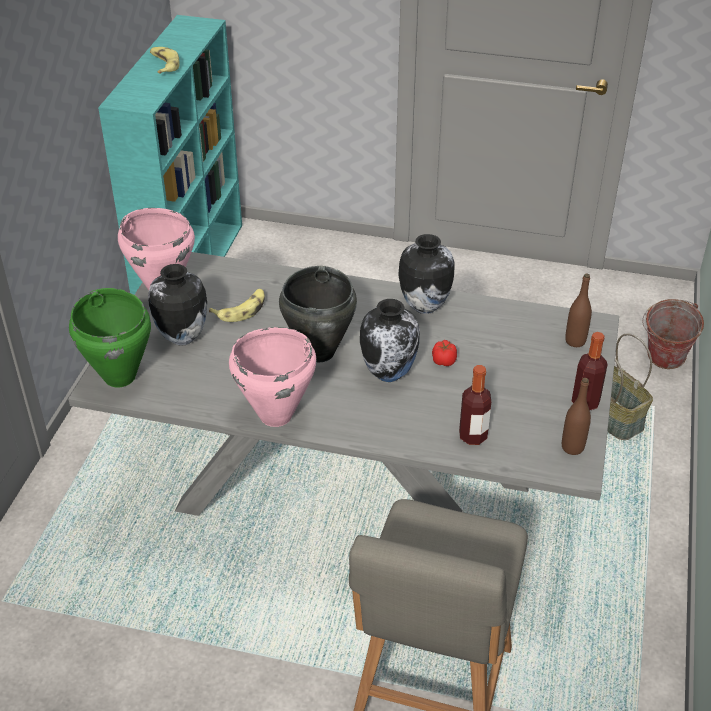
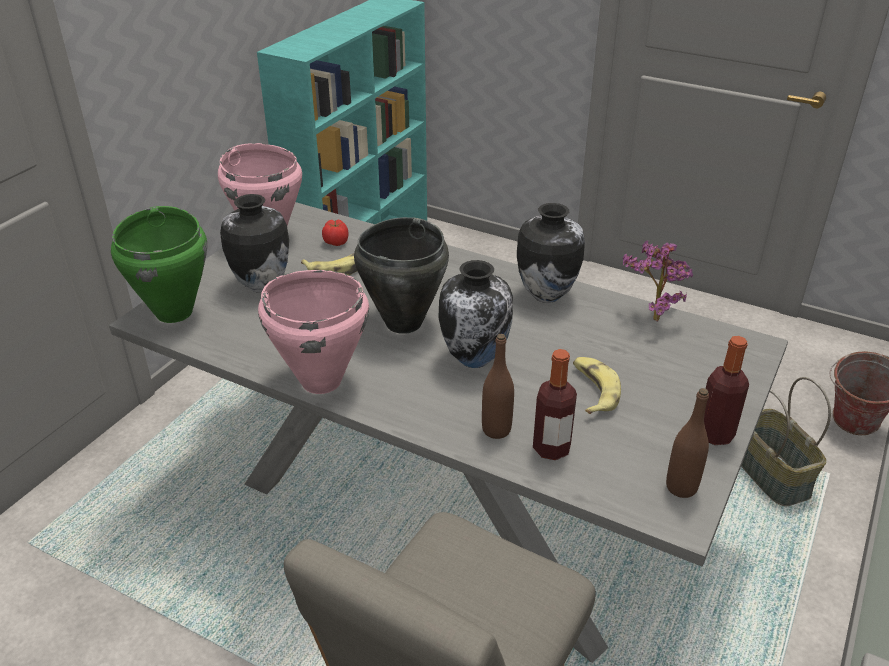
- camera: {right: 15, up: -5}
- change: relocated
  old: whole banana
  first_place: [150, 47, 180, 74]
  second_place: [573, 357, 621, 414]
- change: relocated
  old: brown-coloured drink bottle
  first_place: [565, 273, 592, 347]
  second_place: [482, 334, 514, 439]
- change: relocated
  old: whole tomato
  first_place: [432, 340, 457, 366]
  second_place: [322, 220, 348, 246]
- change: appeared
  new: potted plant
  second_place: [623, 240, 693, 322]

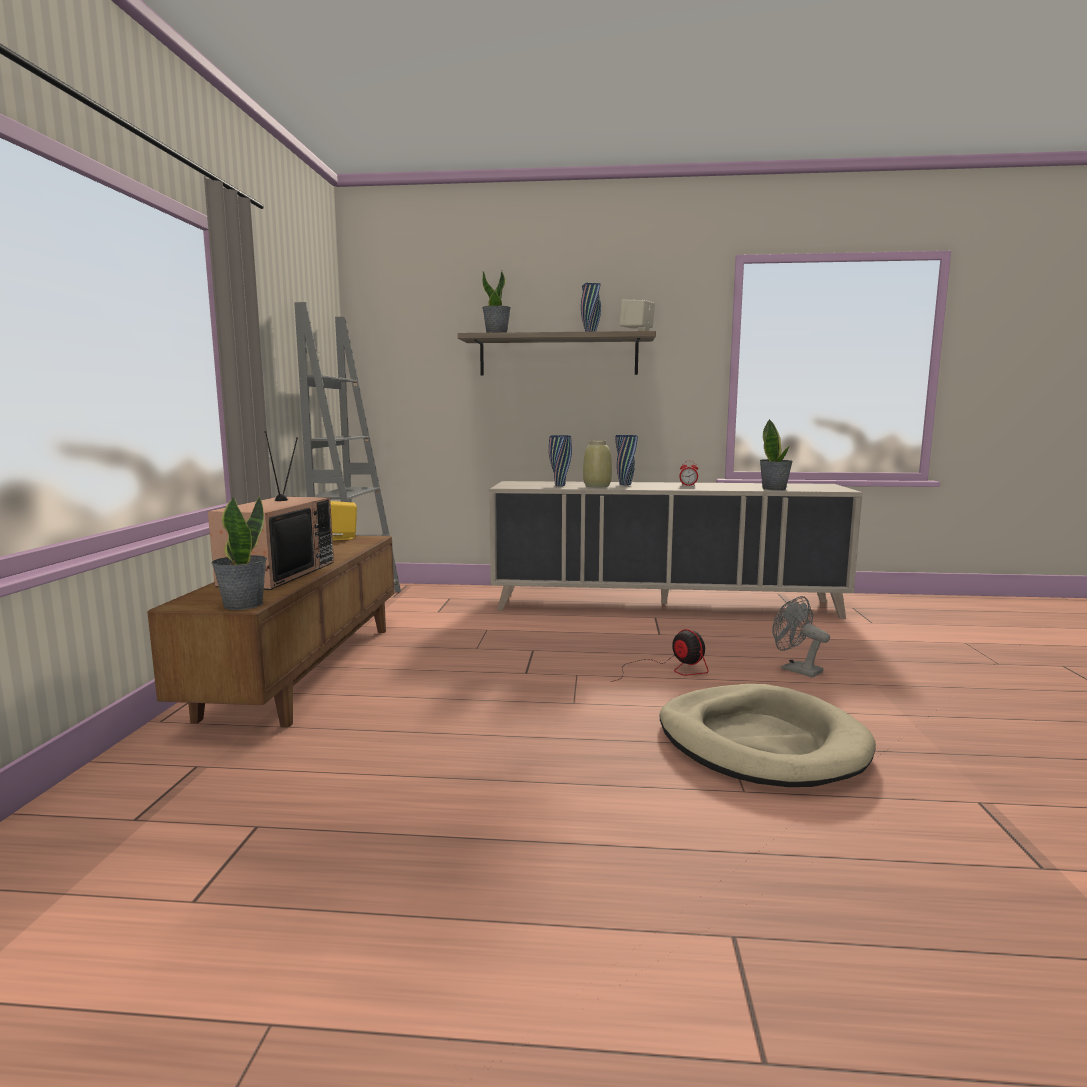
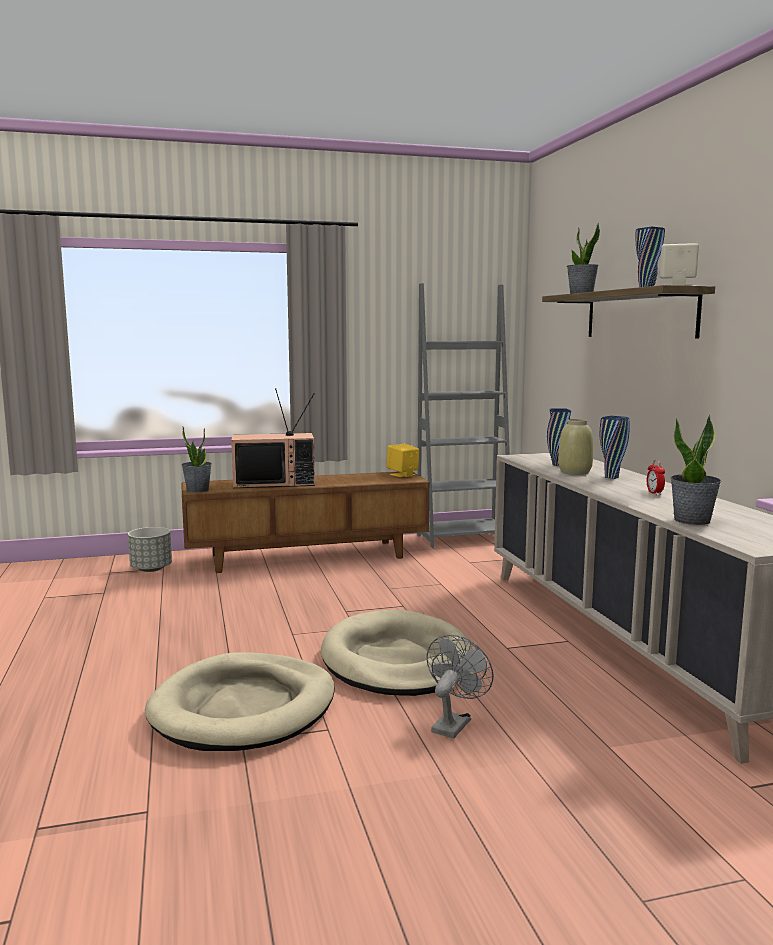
- camera: {right: 70, up: 0}
- change: exchanged
  old: fan
  new: beige dog cushion
  first_place: [611, 629, 709, 682]
  second_place: [321, 609, 472, 696]
- change: appeared
  new: gray plant pot
  second_place: [128, 527, 172, 572]

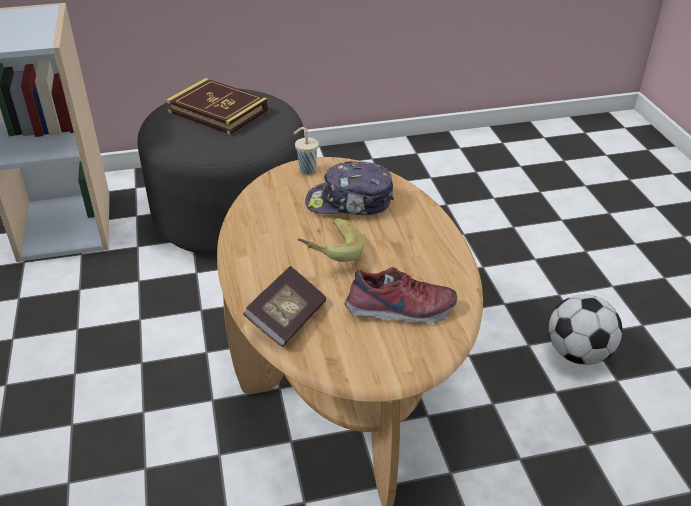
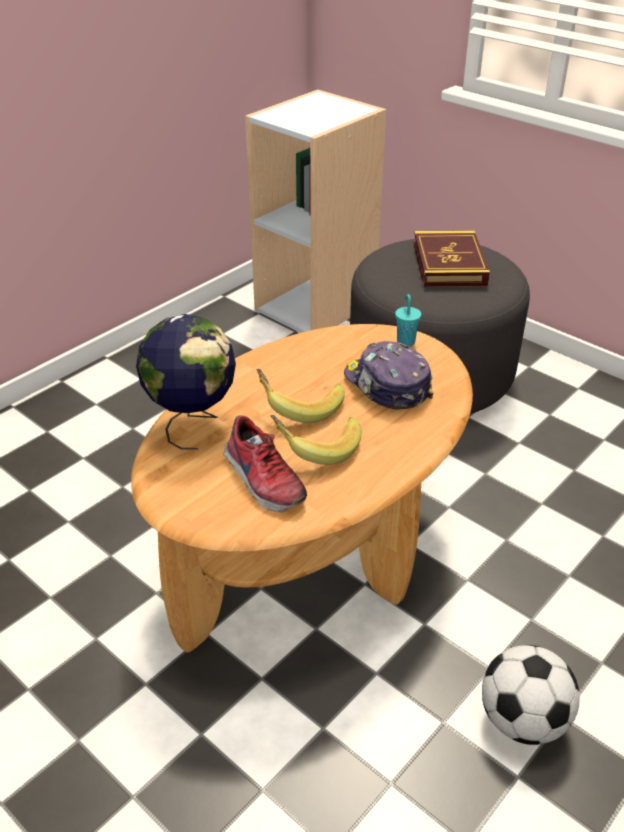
- camera: {right: 55, up: 0}
- change: colour
  old: beige drinking cup
  new: turquoise drinking cup
  first_place: [294, 127, 319, 174]
  second_place: [395, 294, 421, 347]
- change: exchanged
  old: bound book
  new: desk globe
  first_place: [243, 266, 326, 347]
  second_place: [136, 314, 236, 449]
- change: appeared
  new: whole banana
  second_place: [271, 415, 362, 465]

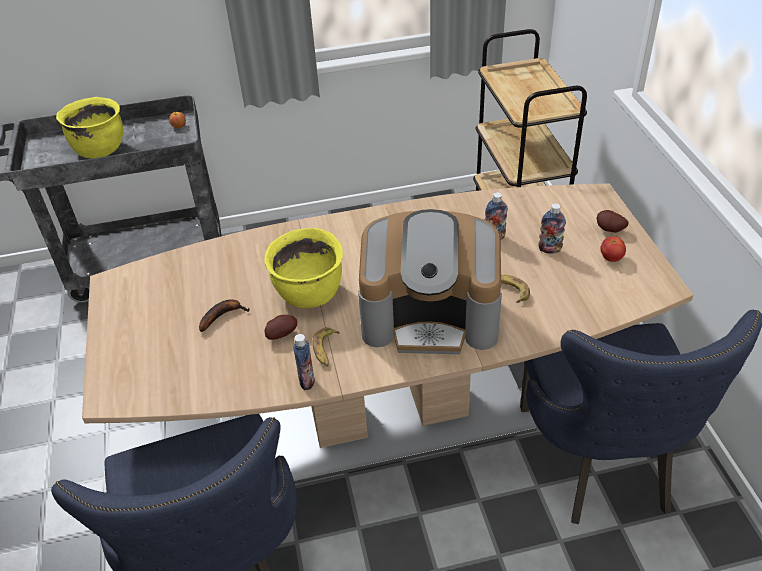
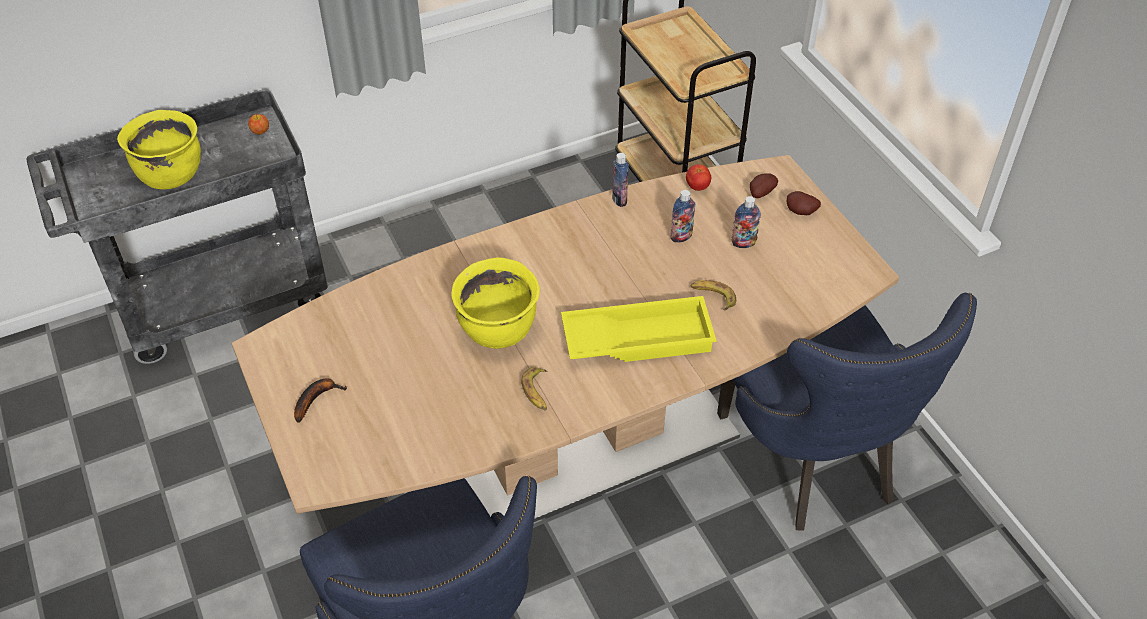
- camera: {right: -15, up: 5}
- change: exchanged
  old: coffee machine
  new: yellow tray
  first_place: [358, 209, 502, 354]
  second_place: [561, 296, 717, 362]
- change: relocated
  old: whole tomato
  first_place: [600, 236, 626, 262]
  second_place: [686, 164, 711, 191]
- change: relocated
  old: whole banana
  first_place: [199, 299, 250, 332]
  second_place: [294, 378, 348, 423]
- change: relocated
  old: whole potato
  first_place: [264, 315, 297, 340]
  second_place: [750, 173, 778, 198]
- change: relocated
  old: drink bottle
  first_place: [293, 334, 315, 390]
  second_place: [612, 153, 629, 207]

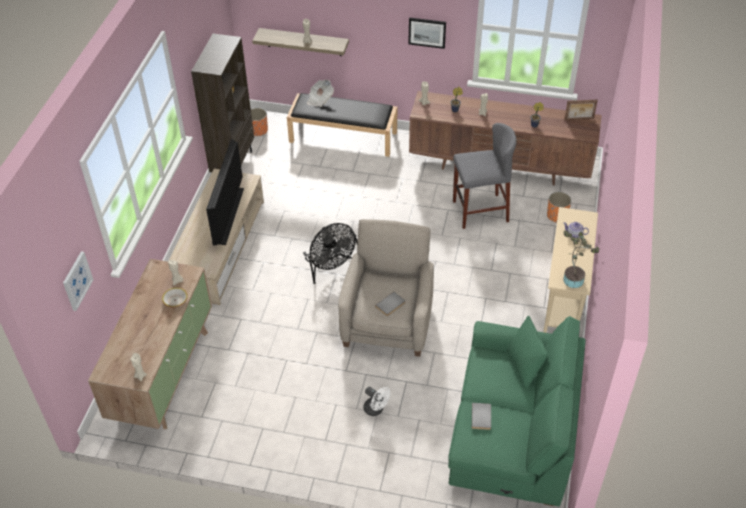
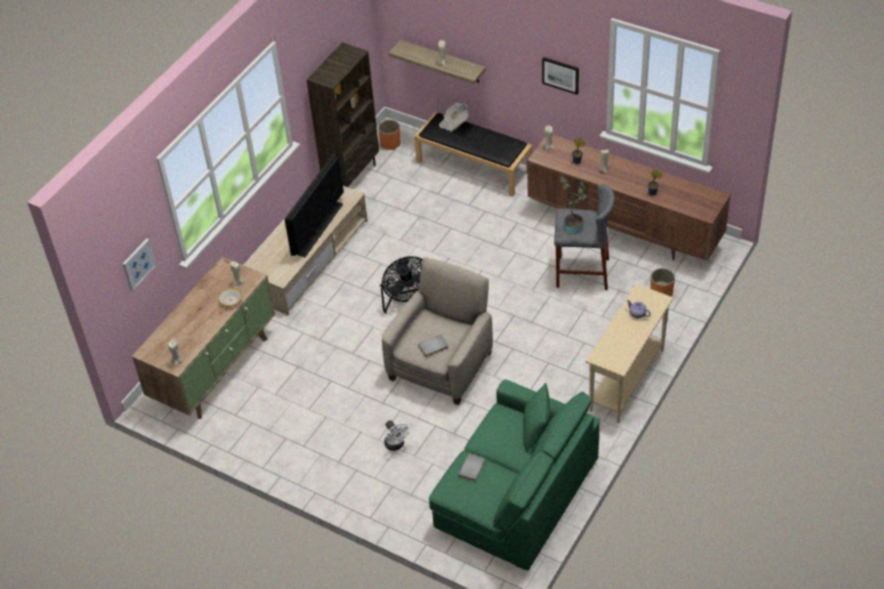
- camera: {right: 20, up: 0}
- change: missing
  old: photo frame
  first_place: [564, 99, 598, 120]
- change: relocated
  old: potted plant
  first_place: [563, 230, 600, 288]
  second_place: [560, 176, 587, 234]

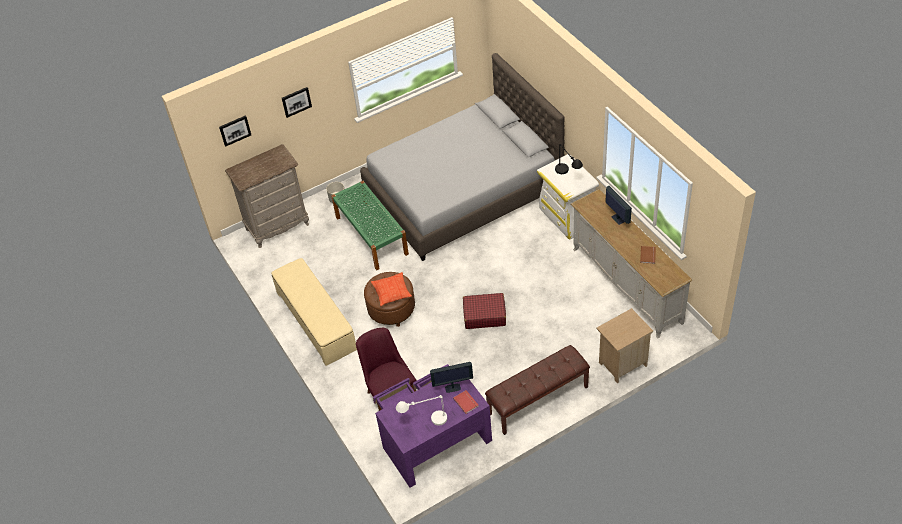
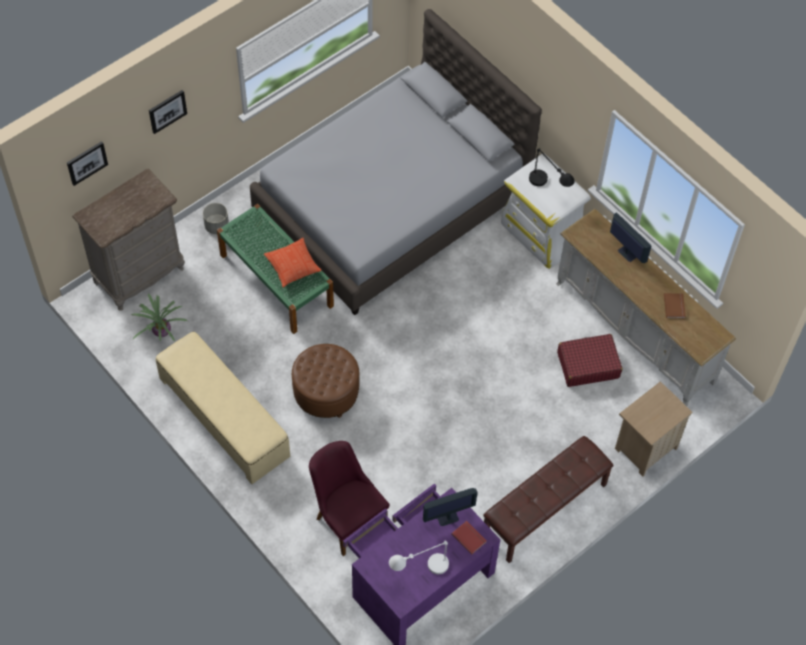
- camera: {right: -15, up: 10}
- change: relocated
  old: orange-coloured pillow
  first_place: [371, 272, 412, 306]
  second_place: [264, 238, 322, 288]
- change: relocated
  old: red piece of luggage
  first_place: [463, 293, 506, 329]
  second_place: [557, 334, 622, 387]
- change: appeared
  new: potted plant
  second_place: [131, 293, 188, 342]

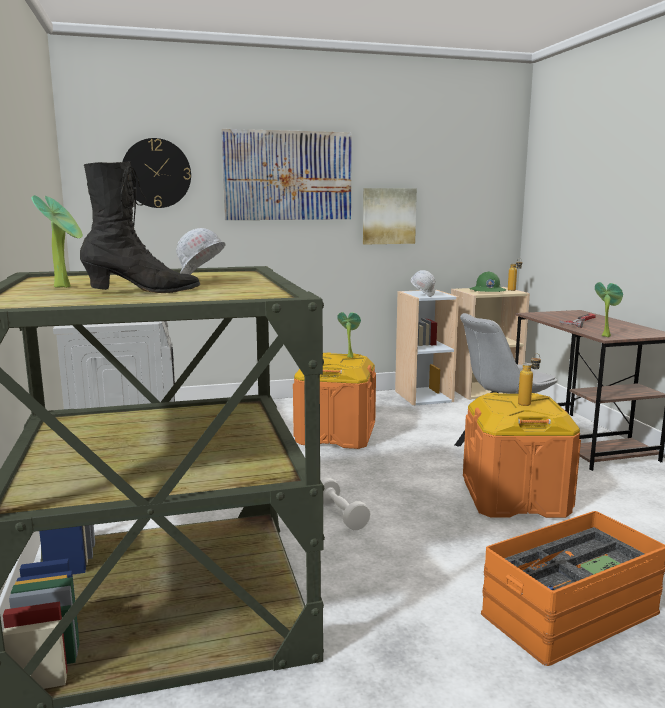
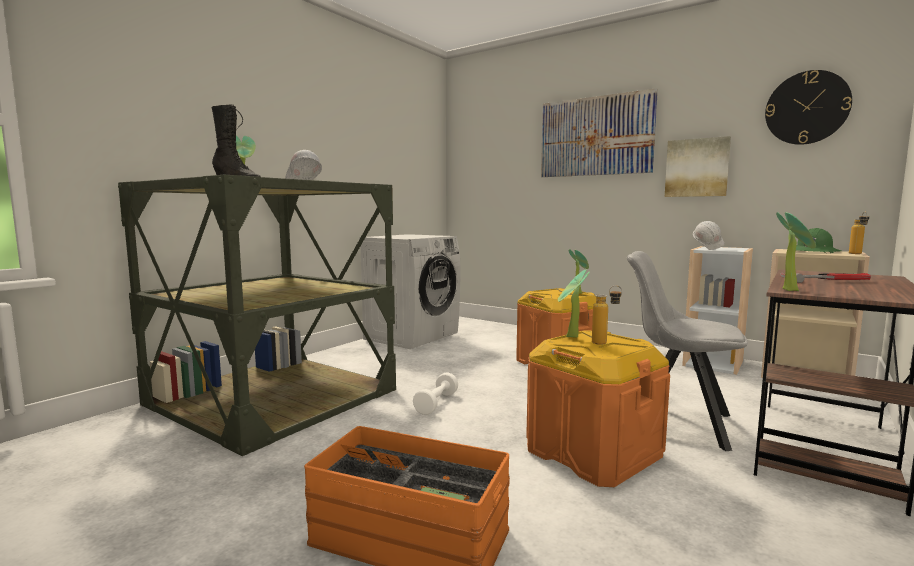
- camera: {right: 50, up: -5}
- change: relocated
  old: hanging clock
  first_place: [123, 138, 191, 208]
  second_place: [765, 70, 852, 145]
- change: appeared
  new: potted plant
  second_place: [558, 270, 590, 338]

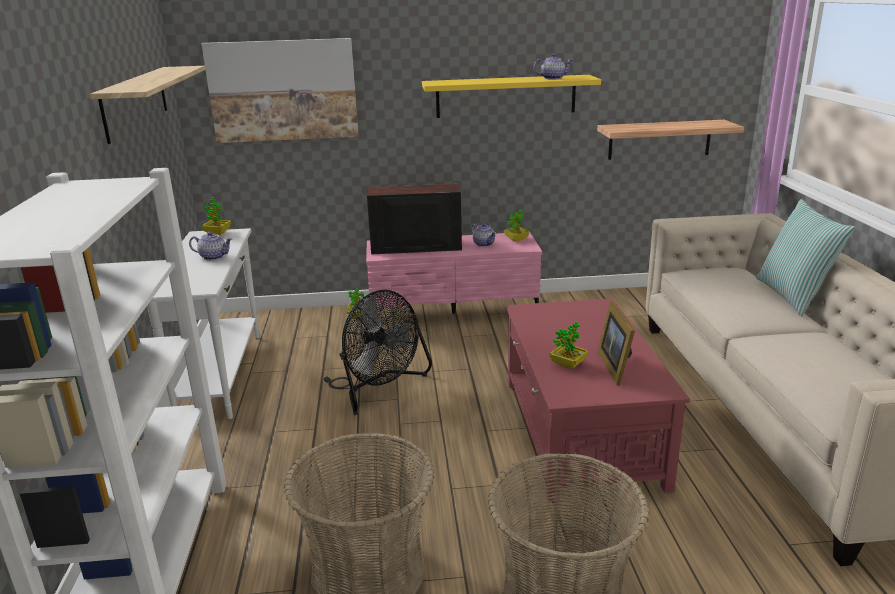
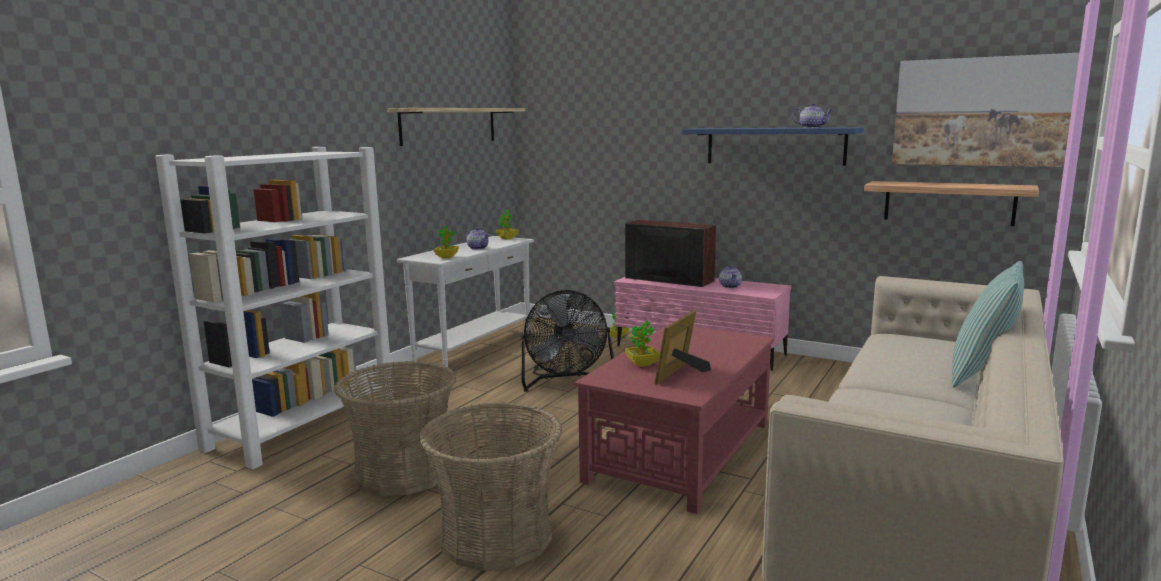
- camera: {right: 35, up: -10}
- change: relocated
  old: wall art
  first_place: [201, 38, 359, 143]
  second_place: [892, 53, 1079, 167]
- change: colour
  old: yellow shelf
  new: blue shelf
  first_place: [422, 75, 601, 118]
  second_place: [682, 127, 864, 166]
- change: relocated
  old: potted plant
  first_place: [504, 209, 529, 242]
  second_place: [434, 225, 459, 259]

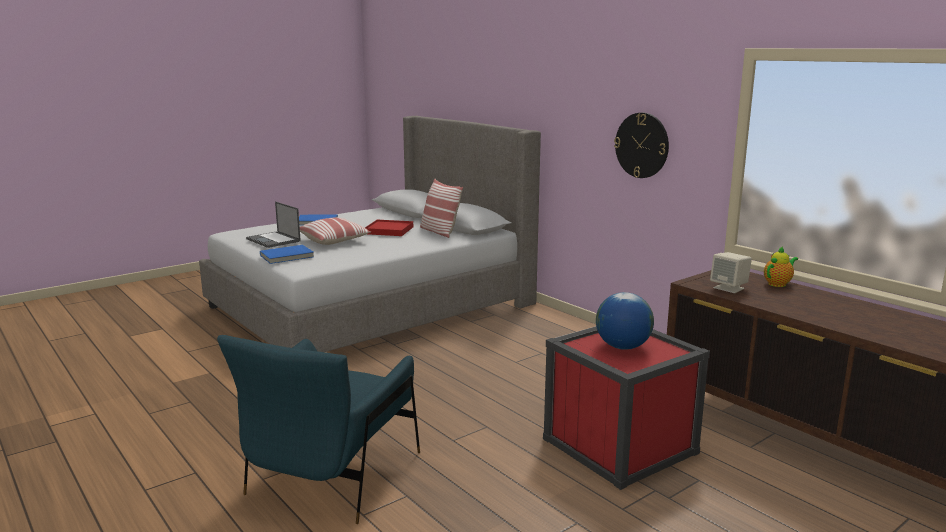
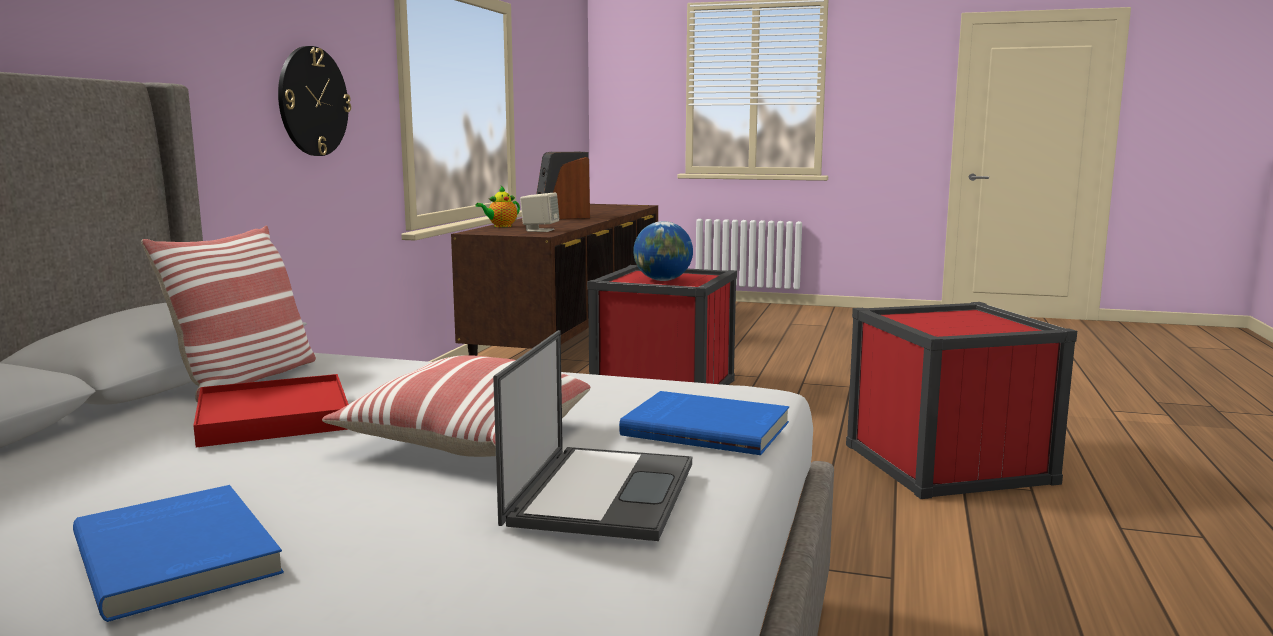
- camera: {right: -125, up: -5}
- change: spun
  old: pot for tea
  first_place: [764, 246, 798, 287]
  second_place: [476, 186, 520, 227]
  degrees: -60
- change: exchanged
  old: blue lounge chair
  new: red storage bin
  first_place: [217, 335, 420, 524]
  second_place: [846, 302, 1077, 499]
- change: appeared
  new: loudspeaker
  second_place: [536, 152, 590, 219]

